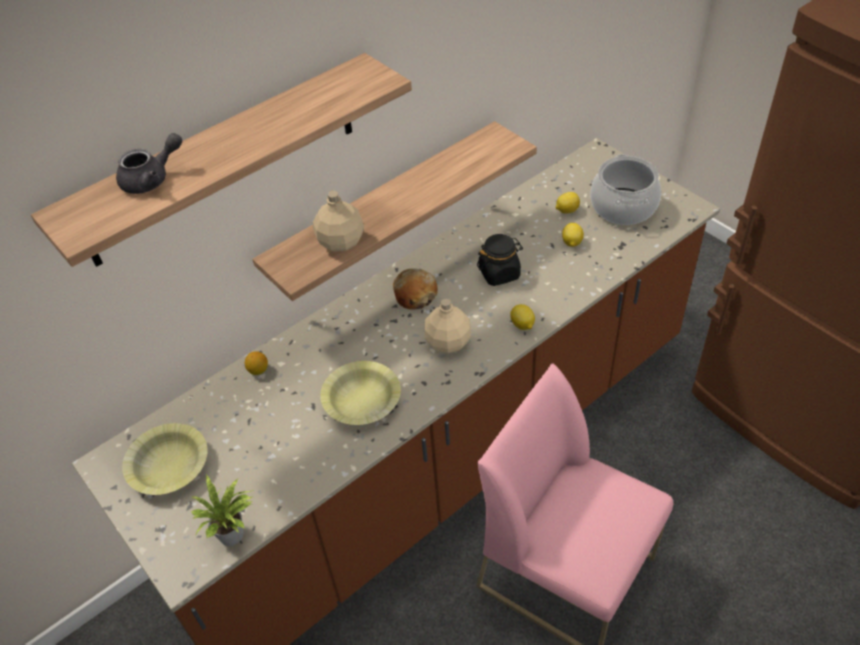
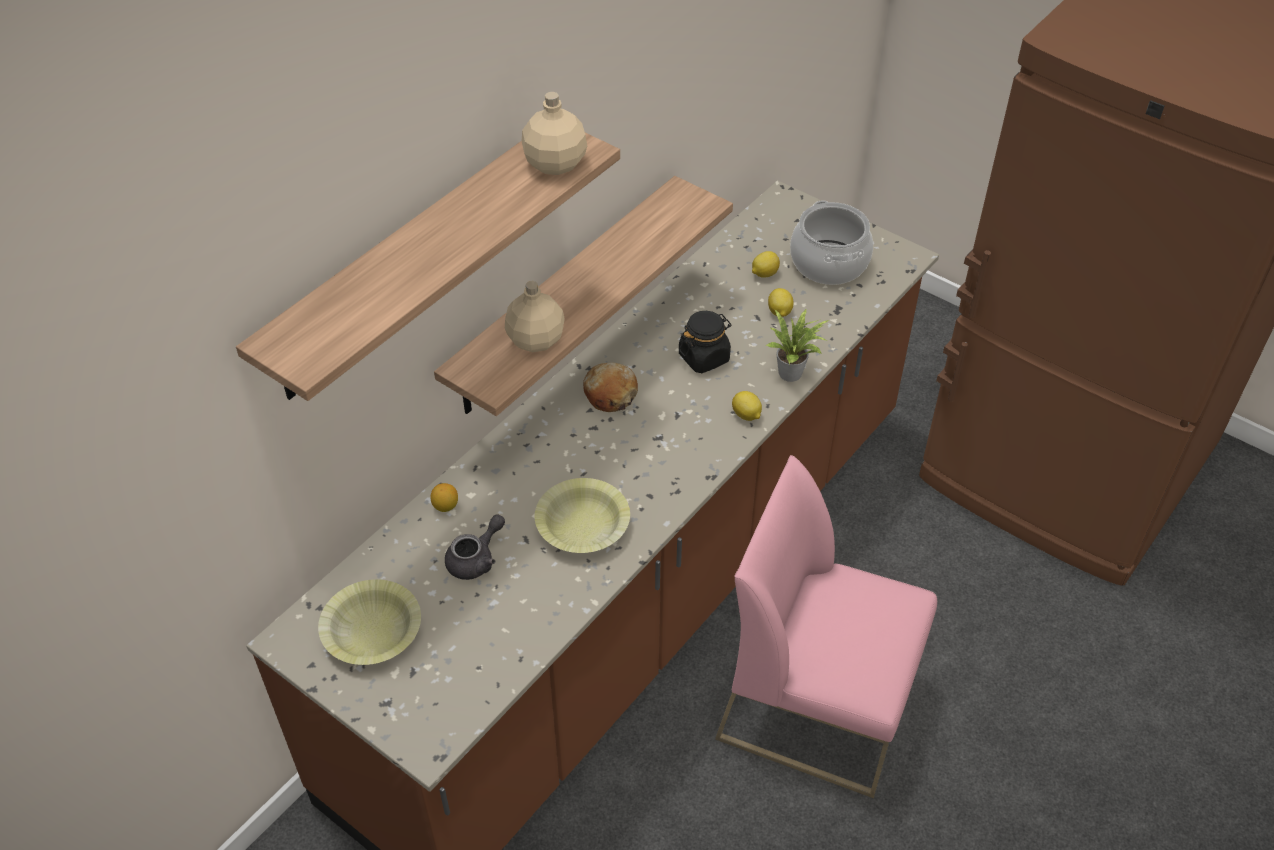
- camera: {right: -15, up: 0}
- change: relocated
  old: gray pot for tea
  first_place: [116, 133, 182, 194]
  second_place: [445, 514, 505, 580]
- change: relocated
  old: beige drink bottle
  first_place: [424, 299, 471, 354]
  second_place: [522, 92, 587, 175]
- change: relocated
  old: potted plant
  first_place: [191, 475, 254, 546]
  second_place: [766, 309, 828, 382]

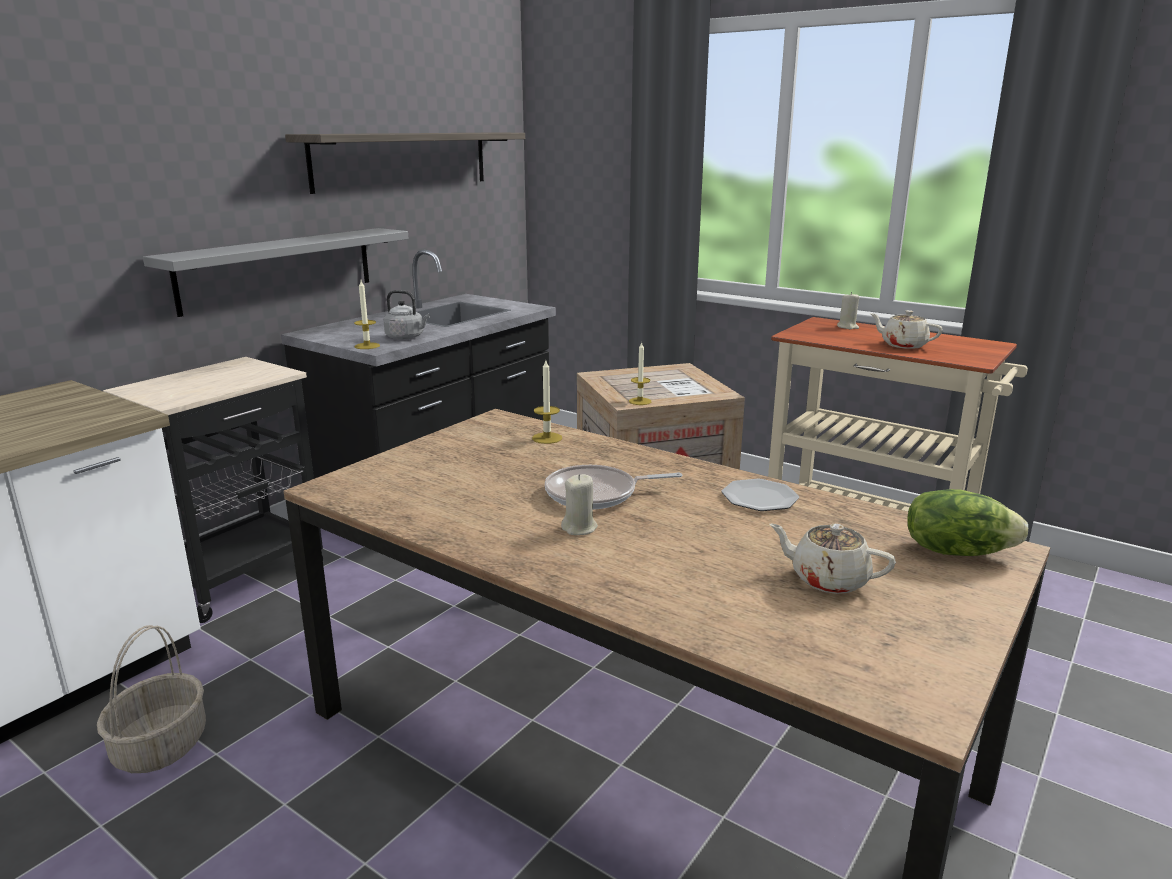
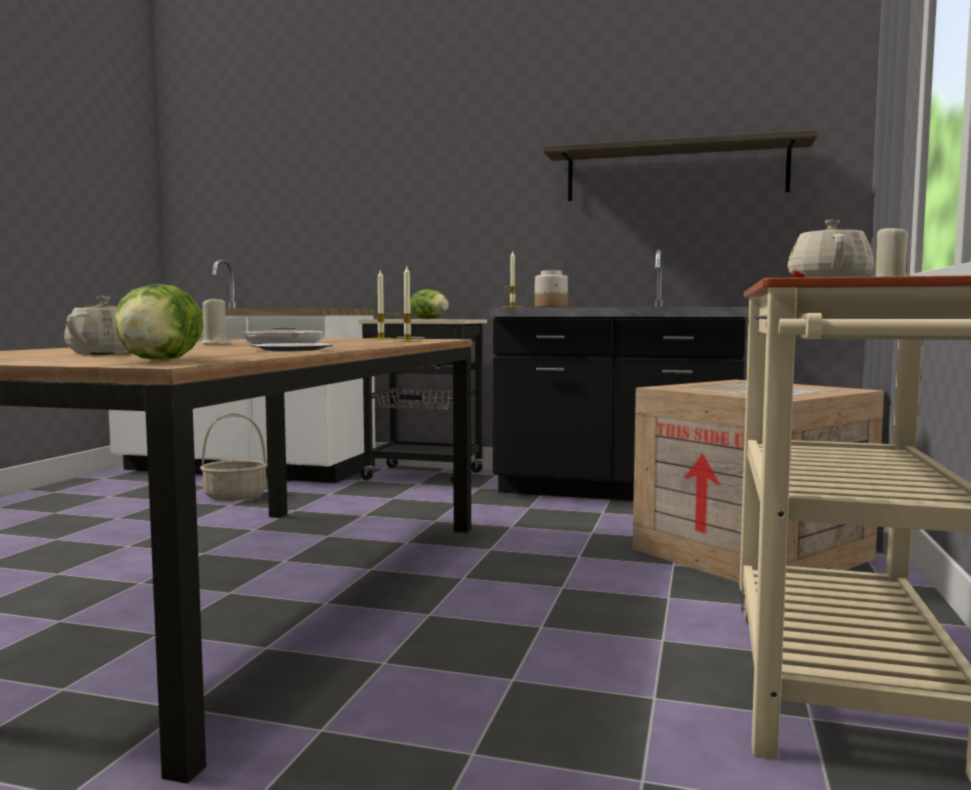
- camera: {right: 70, up: -15}
- change: missing
  old: gray shelf
  first_place: [143, 228, 409, 317]
- change: exchanged
  old: gray kettle
  new: storage jar
  first_place: [384, 290, 430, 340]
  second_place: [535, 271, 568, 307]
- change: relocated
  old: wax candle
  first_place: [629, 342, 651, 405]
  second_place: [368, 270, 394, 340]
- change: appeared
  new: lettuce head
  second_place: [410, 289, 449, 319]

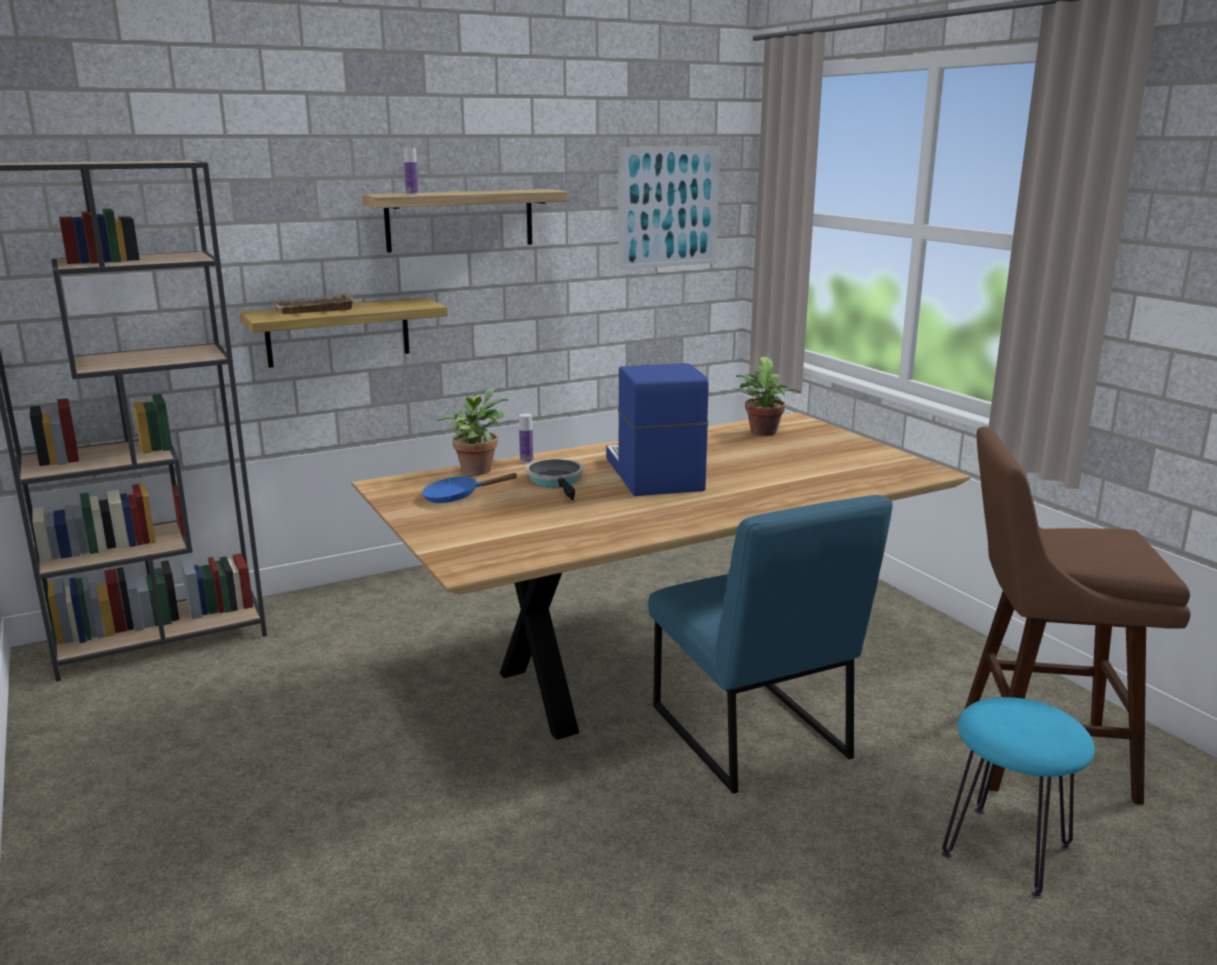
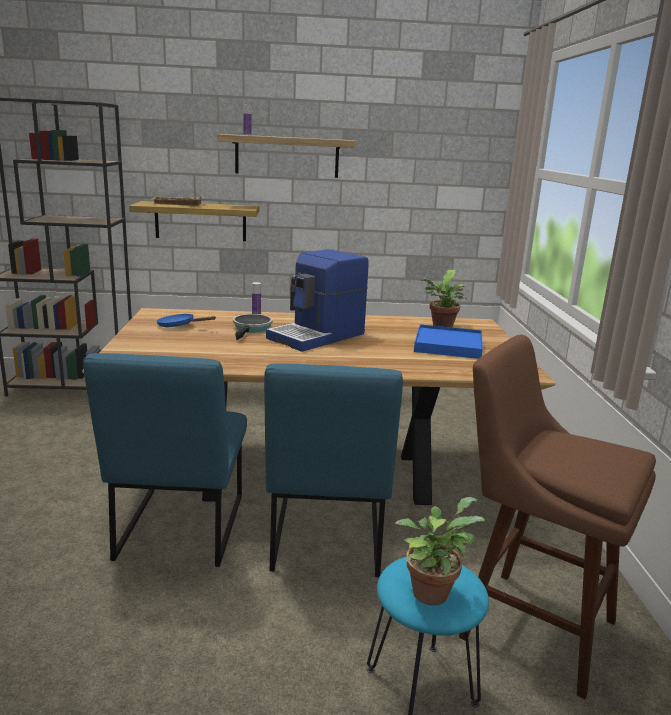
- camera: {right: 25, up: 0}
- change: missing
  old: wall art
  first_place: [618, 146, 720, 270]
- change: spun
  old: coffee machine
  first_place: [606, 363, 709, 496]
  second_place: [266, 249, 369, 352]
  degrees: -150
- change: relocated
  old: potted plant
  first_place: [437, 388, 508, 475]
  second_place: [395, 497, 485, 605]
- change: appeared
  new: blue tray
  second_place: [414, 324, 483, 359]
- change: appeared
  new: blue upright chair
  second_place: [83, 353, 247, 567]

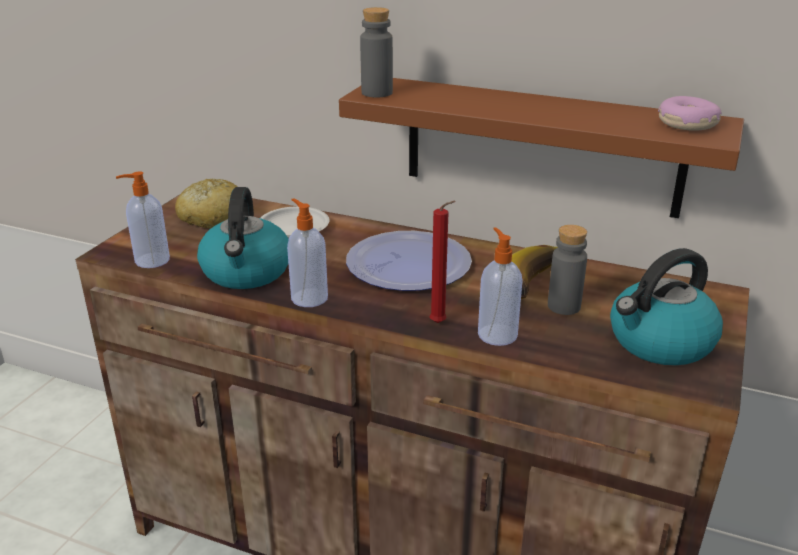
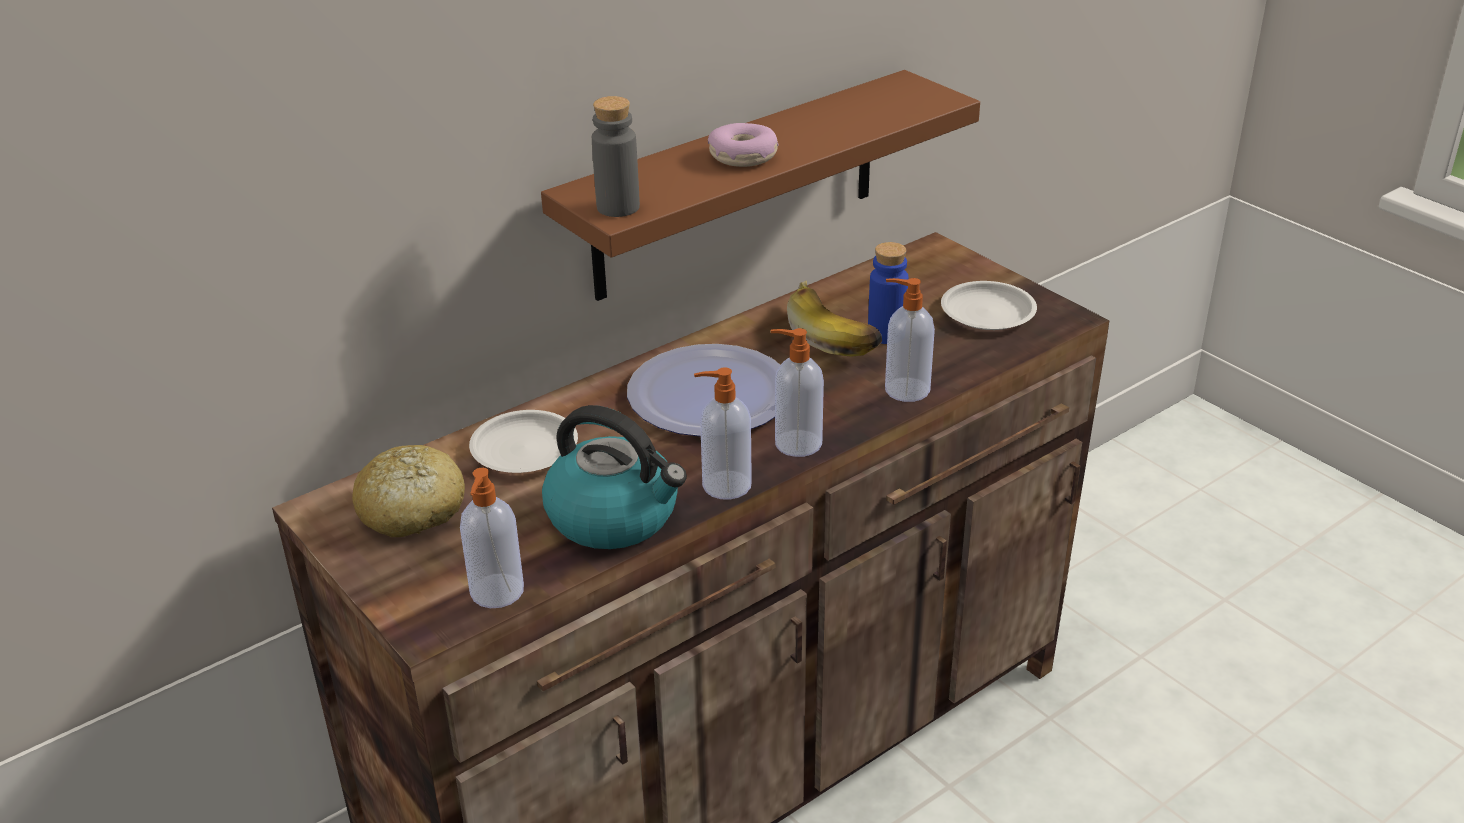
- camera: {right: -60, up: 5}
- change: relocated
  old: doughnut
  first_place: [658, 96, 722, 131]
  second_place: [708, 123, 779, 167]
- change: missing
  old: red wax candle
  first_place: [429, 201, 456, 323]
- change: colour
  old: gray drink bottle
  new: blue drink bottle
  first_place: [548, 225, 587, 315]
  second_place: [868, 242, 909, 344]
- change: exchanged
  old: kettle
  new: whitish dinner plate
  first_place: [610, 248, 723, 365]
  second_place: [941, 281, 1037, 330]
- change: appeared
  new: soap bottle
  second_place: [771, 328, 824, 457]

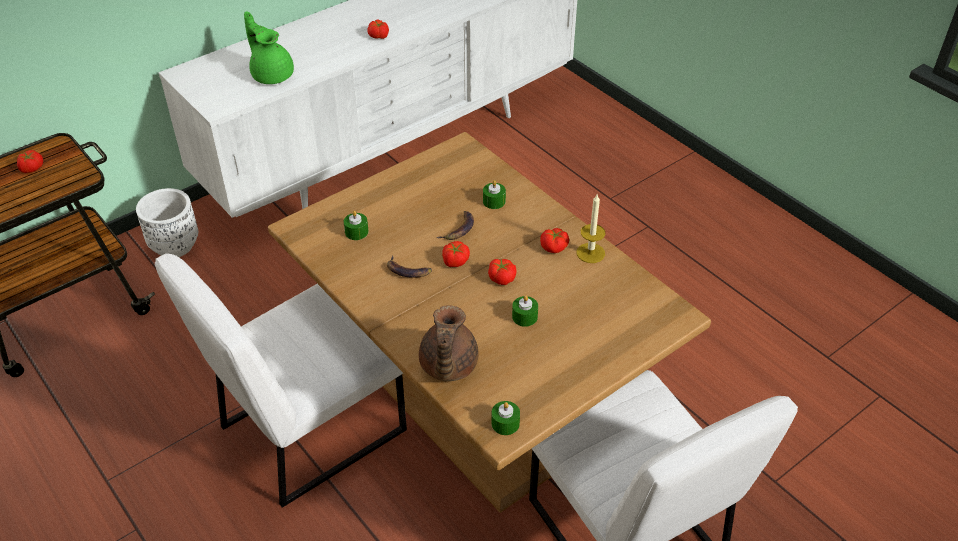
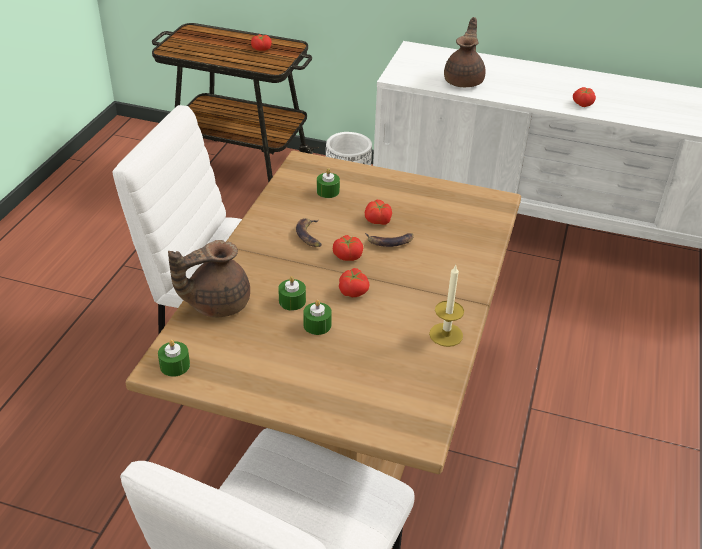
- camera: {right: 55, up: -5}
- change: colour
  old: greenish pot for tea
  new: brown-coloured pot for tea
  first_place: [244, 11, 294, 84]
  second_place: [444, 17, 486, 87]
- change: relocated
  old: greenish wax candle
  first_place: [483, 180, 506, 209]
  second_place: [278, 276, 306, 311]
- change: relocated
  old: whole tomato
  first_place: [540, 228, 569, 253]
  second_place: [365, 200, 392, 225]

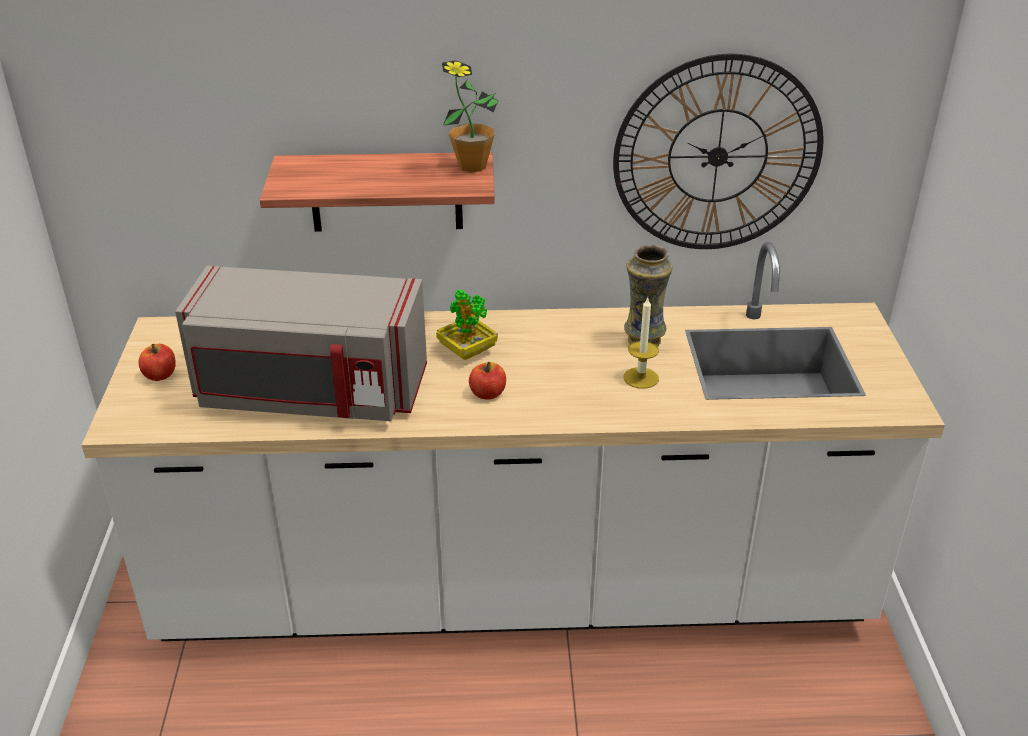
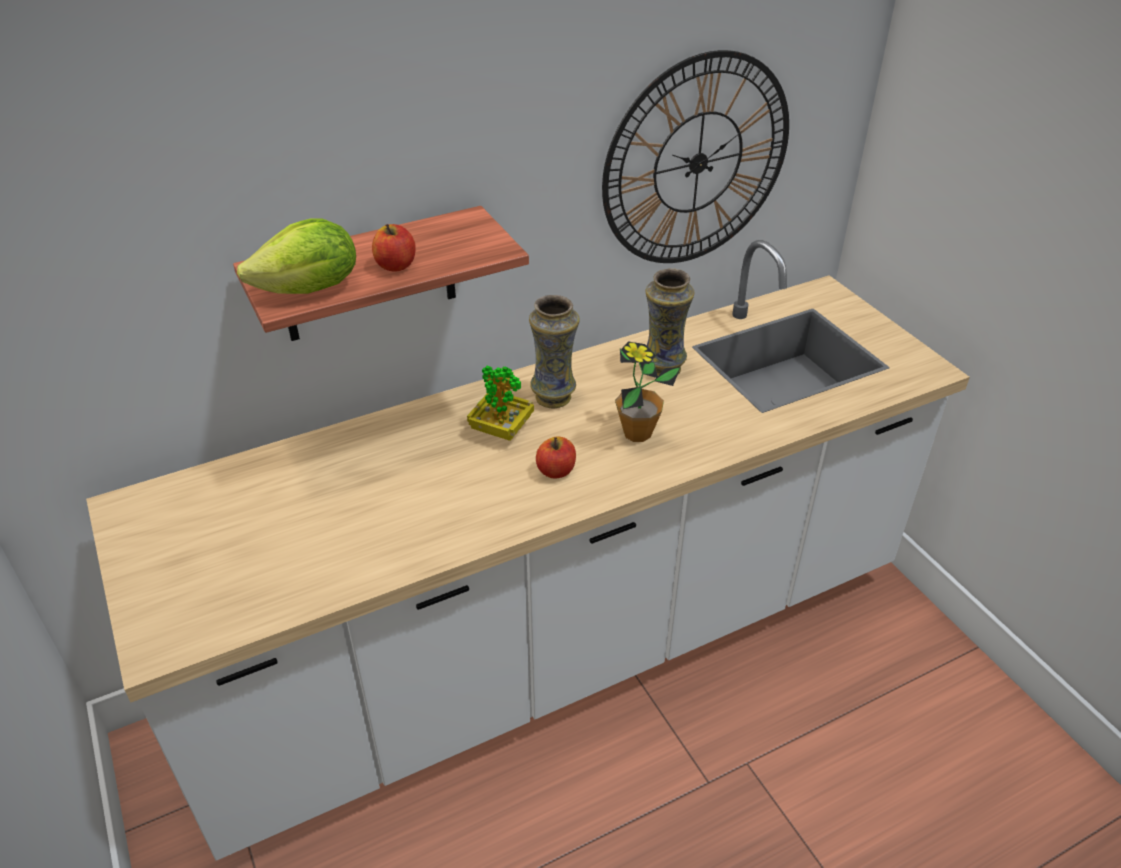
- camera: {right: -25, up: 5}
- change: relocated
  old: potted plant
  first_place: [442, 60, 498, 172]
  second_place: [615, 342, 681, 442]
- change: missing
  old: gray kitchen microwave
  first_place: [175, 266, 427, 421]
- change: missing
  old: wax candle
  first_place: [623, 298, 659, 389]
- change: relocated
  old: apple fruit
  first_place: [139, 344, 176, 381]
  second_place: [372, 224, 416, 272]
- change: appeared
  new: lettuce head
  second_place: [237, 218, 356, 294]
- change: appeared
  new: flower vase
  second_place: [529, 295, 579, 408]

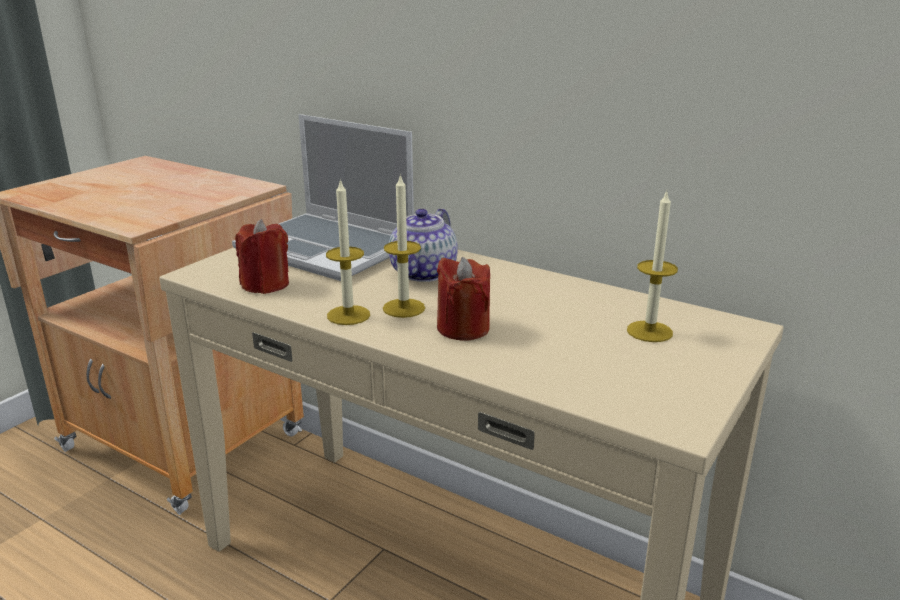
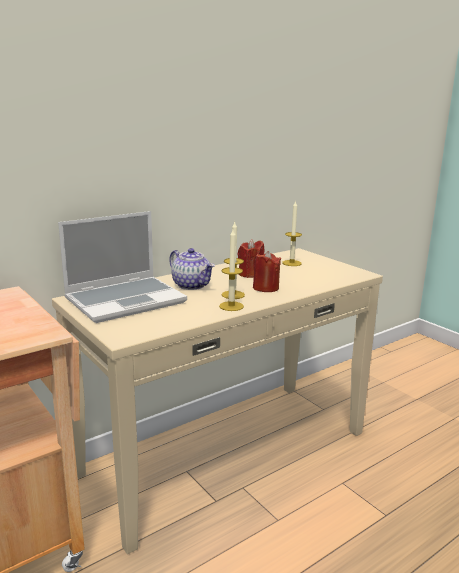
- camera: {right: -70, up: -5}
- change: relocated
  old: red wax candle
  first_place: [235, 219, 289, 294]
  second_place: [237, 239, 264, 278]

